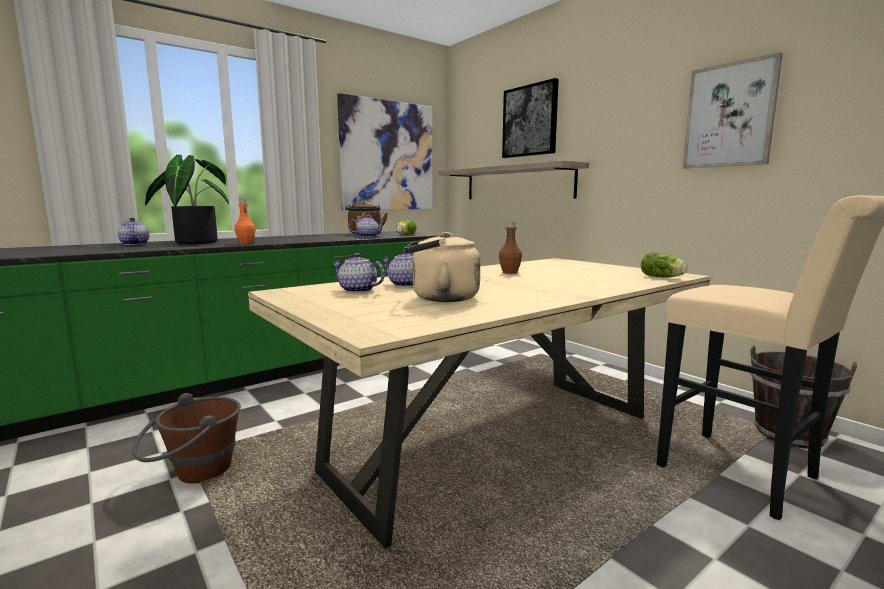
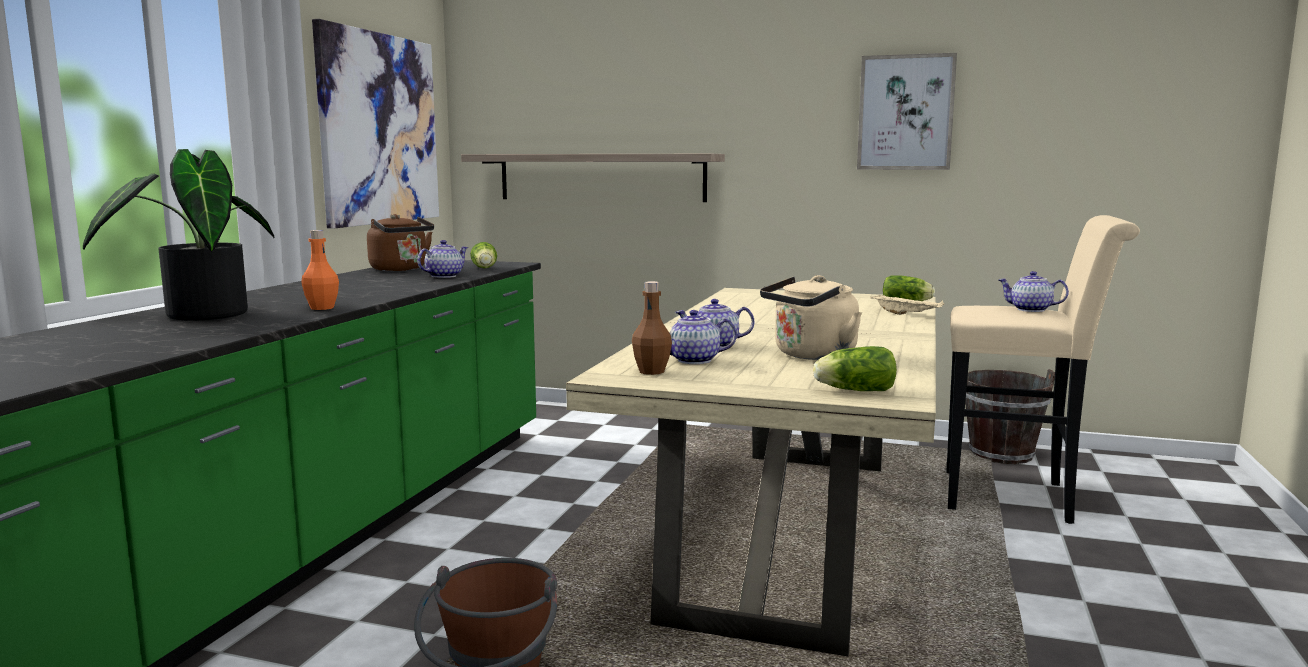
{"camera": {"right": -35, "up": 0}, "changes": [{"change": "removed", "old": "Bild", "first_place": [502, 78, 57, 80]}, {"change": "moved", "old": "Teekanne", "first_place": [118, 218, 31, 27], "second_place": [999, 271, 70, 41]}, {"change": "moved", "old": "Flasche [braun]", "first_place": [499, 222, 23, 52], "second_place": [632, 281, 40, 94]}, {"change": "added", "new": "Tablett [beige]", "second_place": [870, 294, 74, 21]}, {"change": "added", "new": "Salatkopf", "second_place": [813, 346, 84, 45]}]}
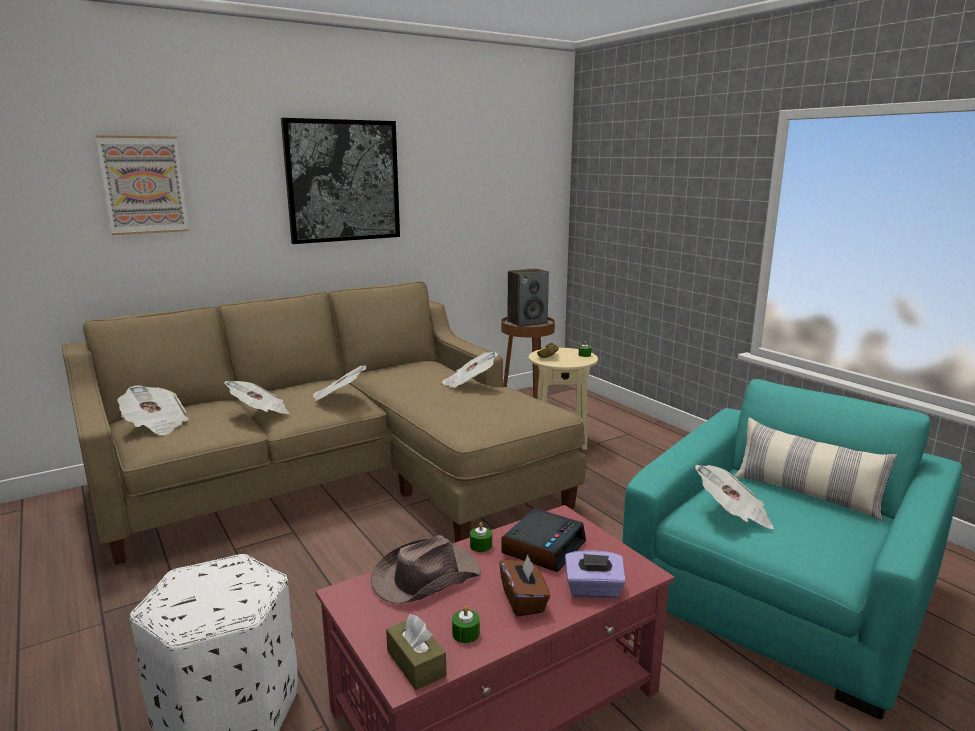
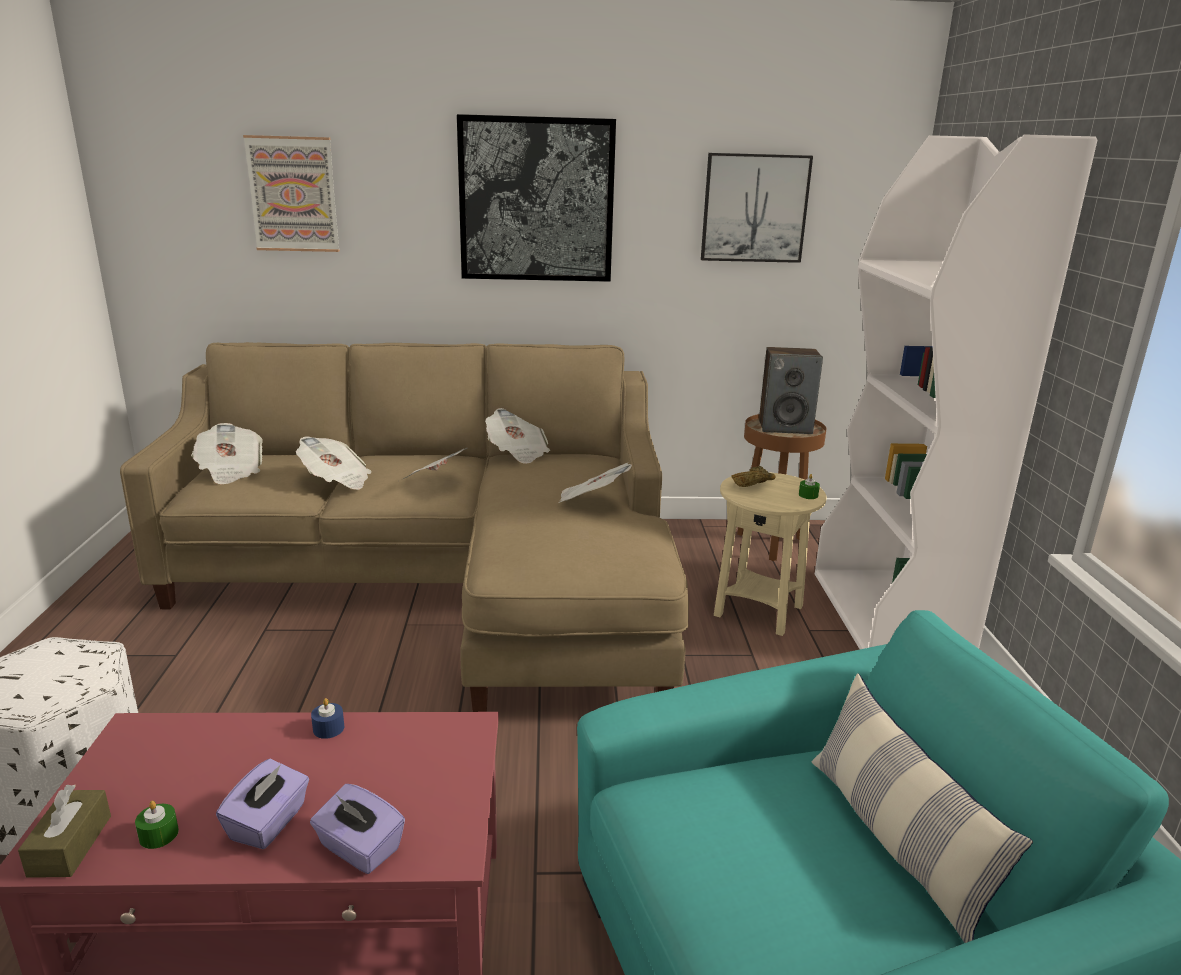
{"camera": {"right": 30, "up": 5}, "changes": [{"change": "moved", "old": "Zeitung", "first_place": [695, 465, 79, 64], "second_place": [485, 408, 65, 56]}, {"change": "removed", "old": "Wecker", "first_place": [502, 508, 84, 64]}, {"change": "recoloured", "old": "Kerze [grün]", "new": "Kerze [blau]", "first_place": [470, 522, 22, 30], "second_place": [311, 698, 33, 41]}, {"change": "removed", "old": "Hut [braun]", "first_place": [371, 535, 110, 69]}, {"change": "recoloured", "old": "Taschentuchbox [braun]", "new": "Taschentuchbox [lila]", "first_place": [499, 554, 51, 63], "second_place": [216, 759, 93, 90]}, {"change": "added", "new": "Bücherregal [weiß]", "second_place": [815, 134, 283, 515]}, {"change": "added", "new": "Bild", "second_place": [701, 153, 112, 110]}]}
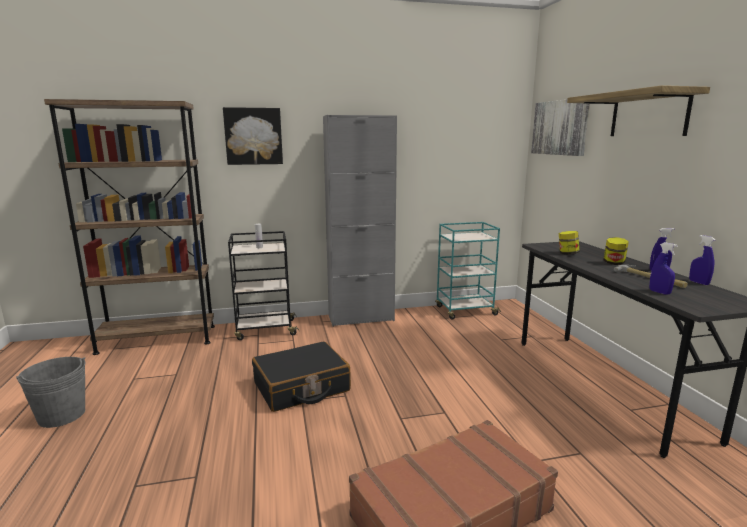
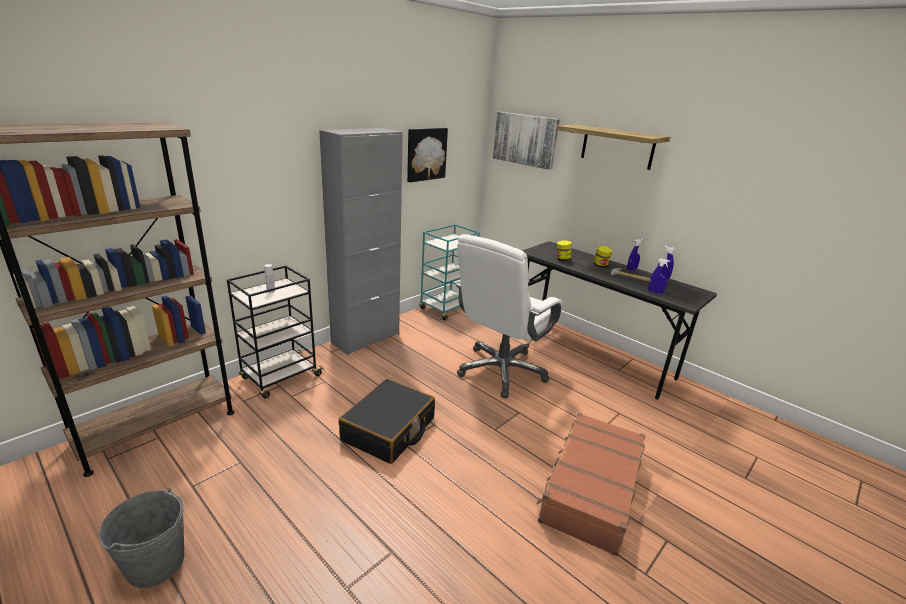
{"camera": {"right": -35, "up": 10}, "changes": [{"change": "moved", "old": "Bild", "first_place": [223, 107, 60, 58], "second_place": [407, 128, 41, 54]}, {"change": "added", "new": "Bürostuhl [weiß]", "second_place": [456, 234, 106, 164]}]}
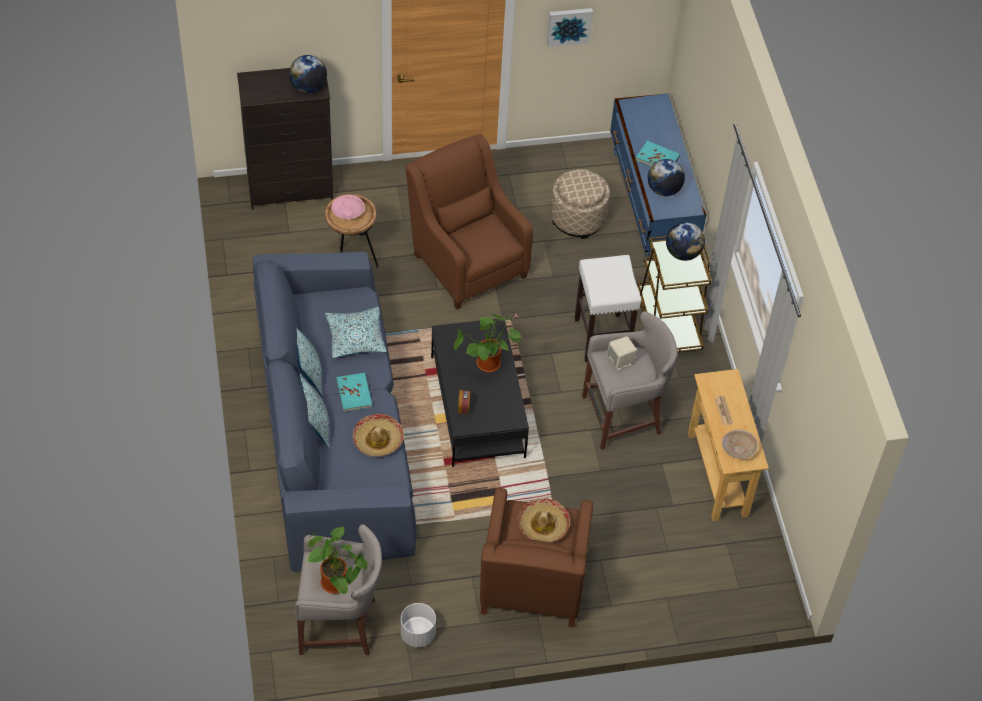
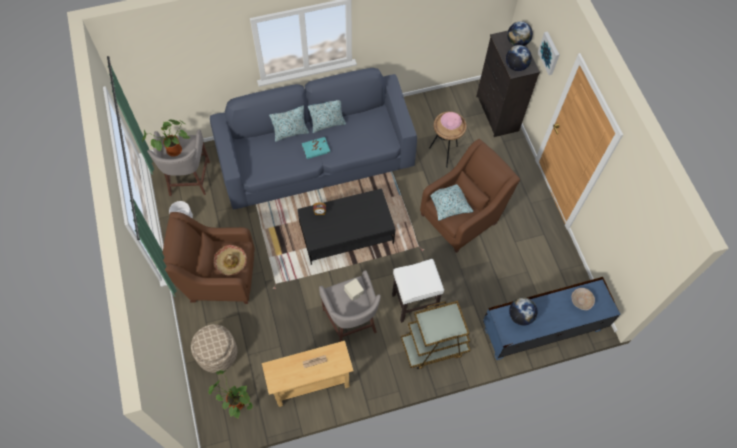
{"camera": {"right": 85, "up": 10}, "changes": [{"change": "moved", "old": "Bild", "first_place": [547, 8, 46, 39], "second_place": [538, 32, 21, 43]}, {"change": "removed", "old": "Buch [türkis]", "first_place": [636, 141, 44, 26]}, {"change": "moved", "old": "Polsterhocker [beige]", "first_place": [551, 169, 59, 70], "second_place": [191, 324, 47, 49]}, {"change": "moved", "old": "Globus", "first_place": [666, 222, 39, 39], "second_place": [507, 21, 26, 25]}, {"change": "moved", "old": "Kissen", "first_place": [325, 307, 62, 51], "second_place": [430, 184, 44, 37]}, {"change": "moved", "old": "Topfpflanze", "first_place": [454, 314, 68, 58], "second_place": [208, 370, 45, 48]}, {"change": "removed", "old": "Hut", "first_place": [353, 414, 51, 43]}, {"change": "moved", "old": "Schüssel [beige]", "first_place": [722, 430, 37, 29], "second_place": [571, 288, 24, 22]}]}
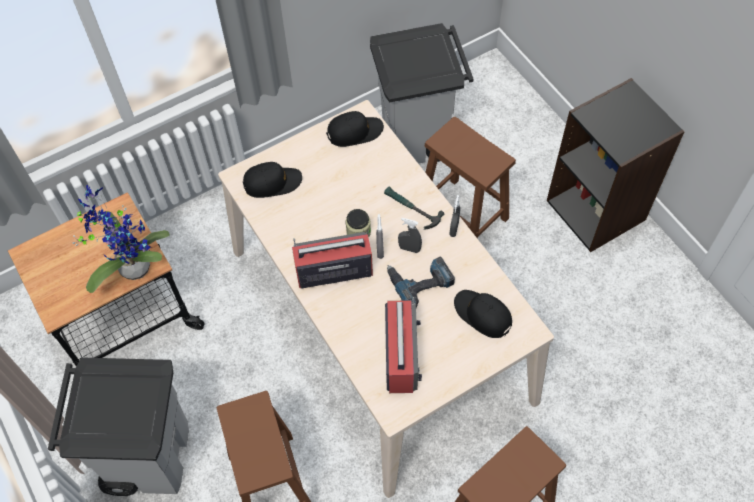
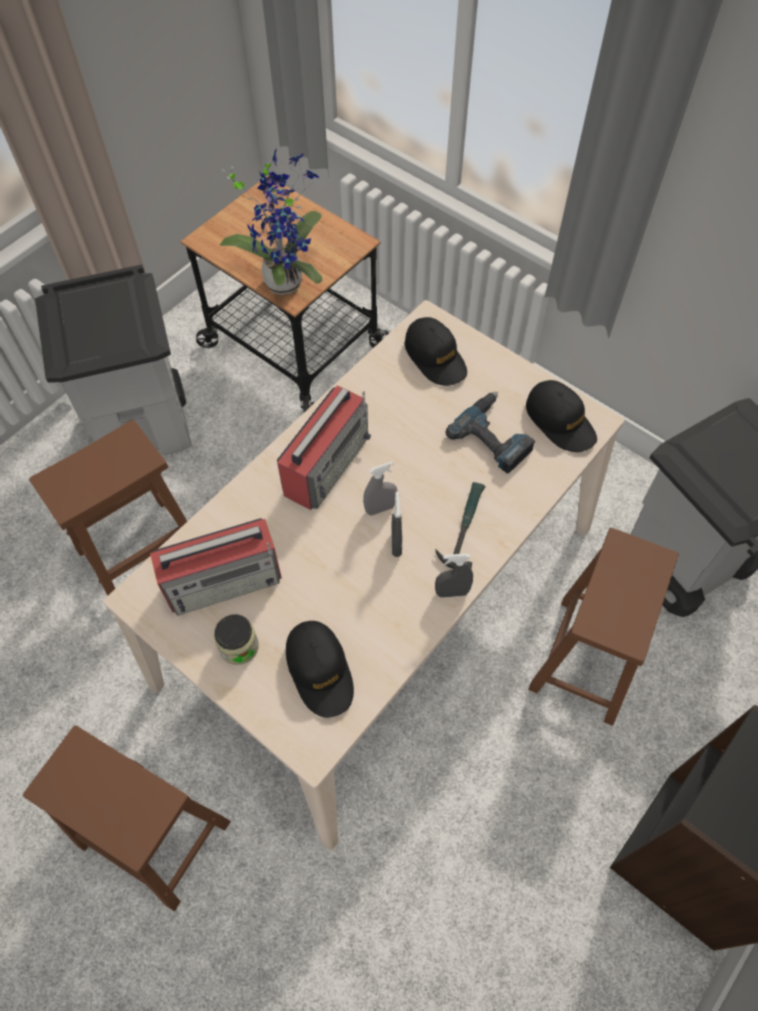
{"camera": {"right": 70, "up": 0}, "changes": [{"change": "moved", "old": "Vorratsglas", "first_place": [346, 209, 25, 29], "second_place": [214, 614, 45, 51]}, {"change": "turned", "old": "Radio", "first_place": [292, 232, 81, 56], "second_place": [277, 385, 94, 125], "degrees": 60}, {"change": "moved", "old": "Bohrmaschine", "first_place": [387, 256, 68, 52], "second_place": [446, 392, 89, 82]}, {"change": "turned", "old": "Kappe [schwarz]", "first_place": [454, 290, 58, 48], "second_place": [286, 621, 68, 97], "degrees": 135}]}
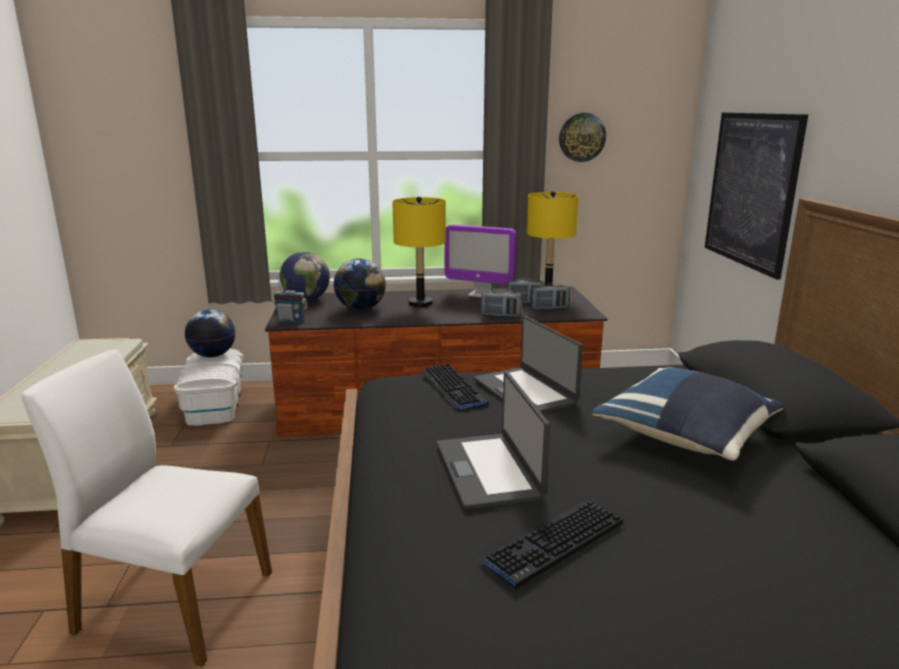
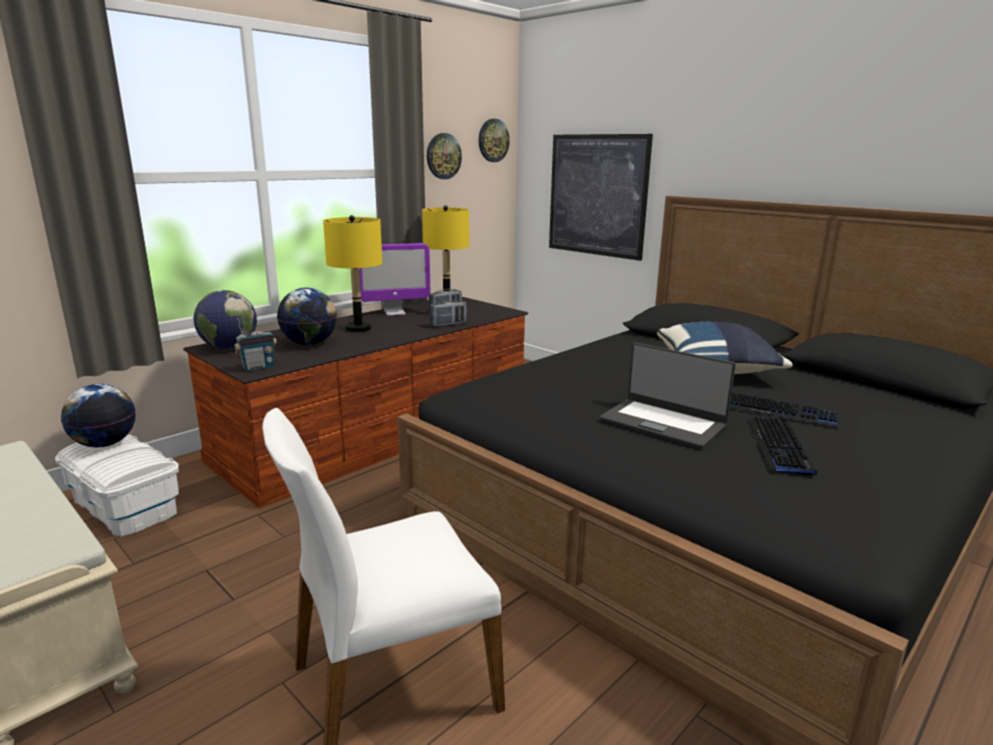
{"camera": {"right": -40, "up": 0}, "changes": [{"change": "removed", "old": "Radio", "first_place": [530, 283, 39, 27]}, {"change": "removed", "old": "Laptop", "first_place": [474, 316, 109, 97]}, {"change": "moved", "old": "Tastatur", "first_place": [420, 363, 69, 47], "second_place": [730, 392, 111, 36]}, {"change": "added", "new": "Wanduhr", "second_place": [479, 119, 31, 43]}]}
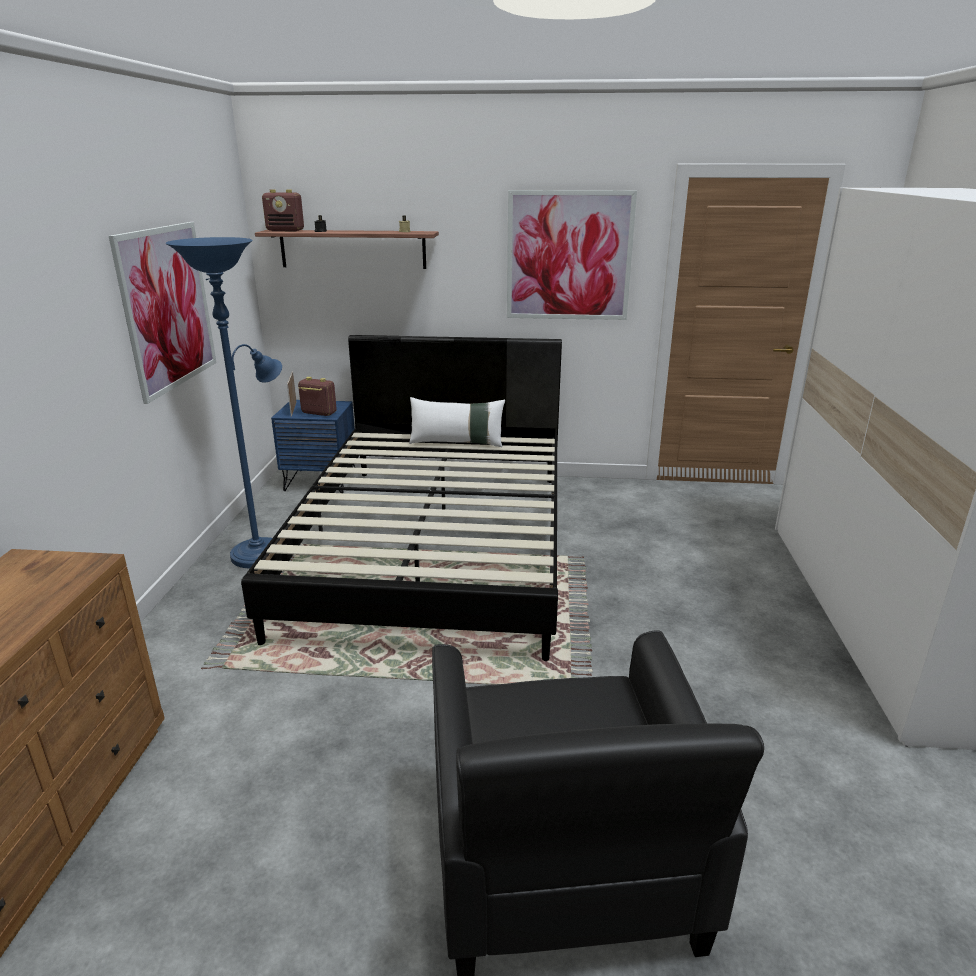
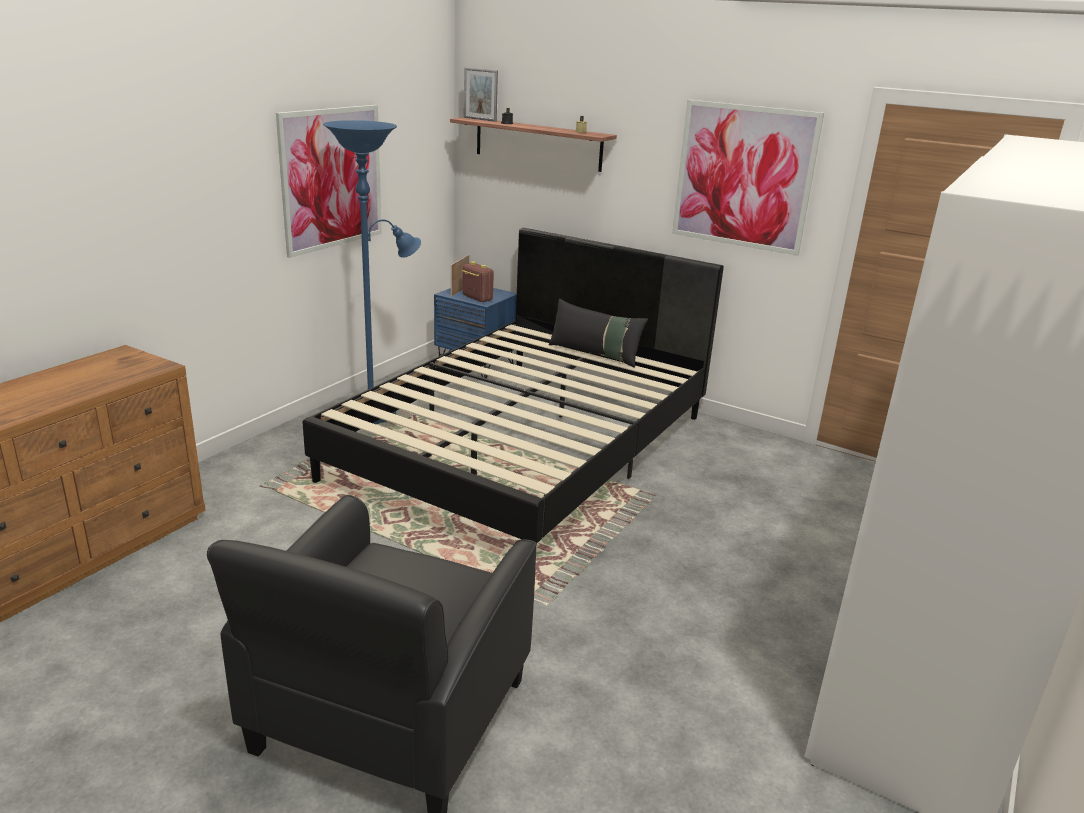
{"camera": {"right": 25, "up": 0}, "changes": [{"change": "replaced", "old": "Radio", "new": "Bilderrahmen", "first_place": [262, 189, 42, 42], "second_place": [464, 68, 34, 54]}, {"change": "recoloured", "old": "Kissen [weiß]", "new": "Kissen [schwarz]", "first_place": [409, 397, 96, 50], "second_place": [549, 299, 99, 69]}]}
